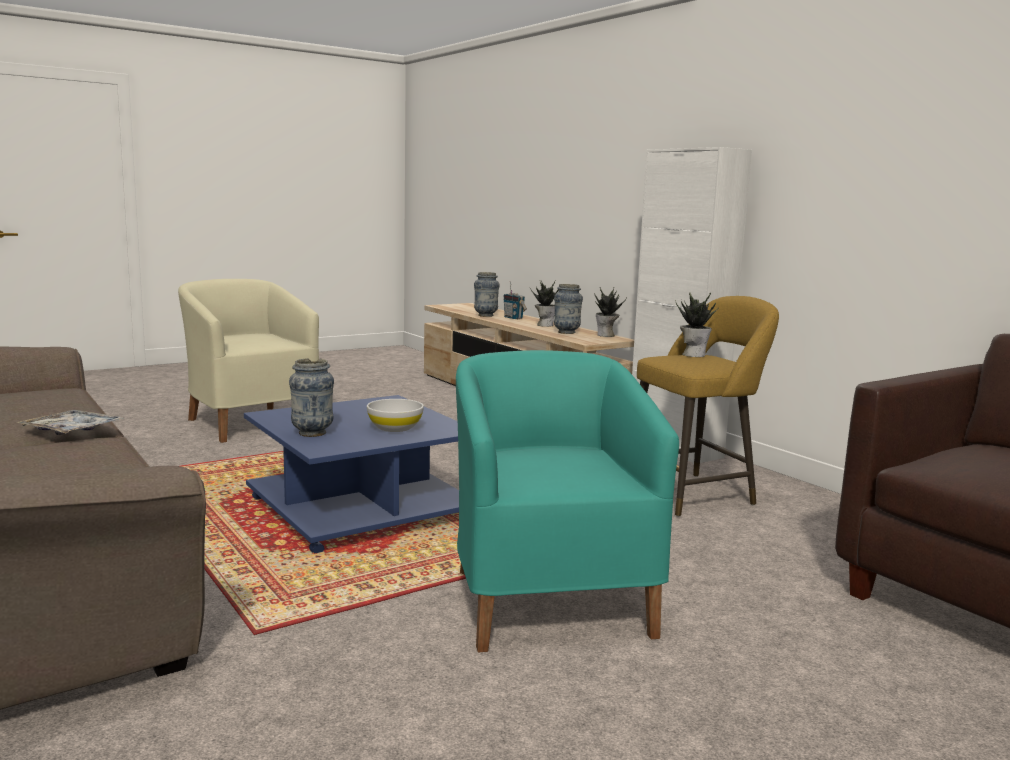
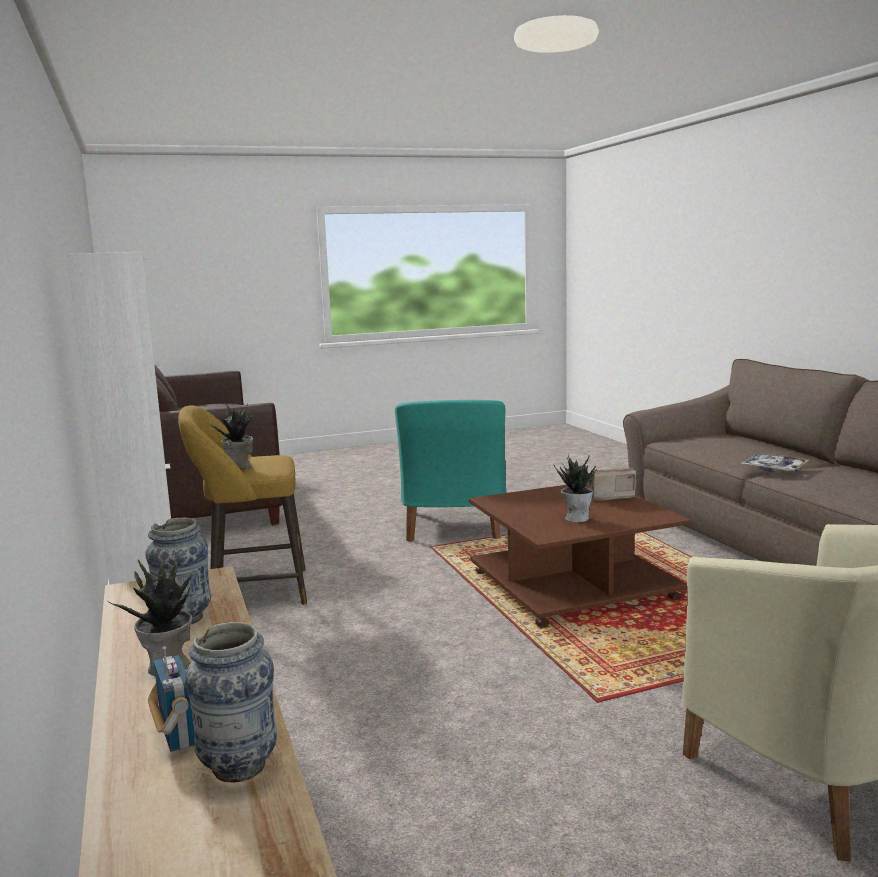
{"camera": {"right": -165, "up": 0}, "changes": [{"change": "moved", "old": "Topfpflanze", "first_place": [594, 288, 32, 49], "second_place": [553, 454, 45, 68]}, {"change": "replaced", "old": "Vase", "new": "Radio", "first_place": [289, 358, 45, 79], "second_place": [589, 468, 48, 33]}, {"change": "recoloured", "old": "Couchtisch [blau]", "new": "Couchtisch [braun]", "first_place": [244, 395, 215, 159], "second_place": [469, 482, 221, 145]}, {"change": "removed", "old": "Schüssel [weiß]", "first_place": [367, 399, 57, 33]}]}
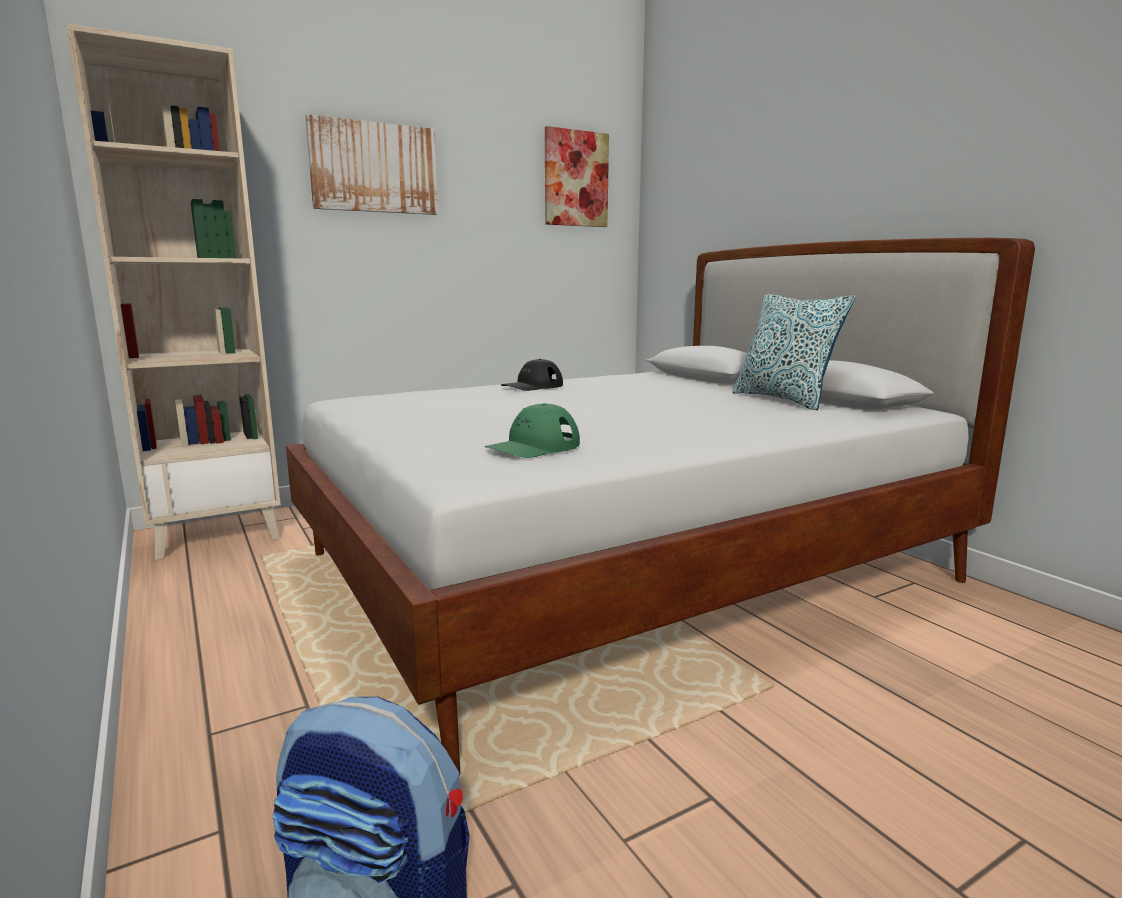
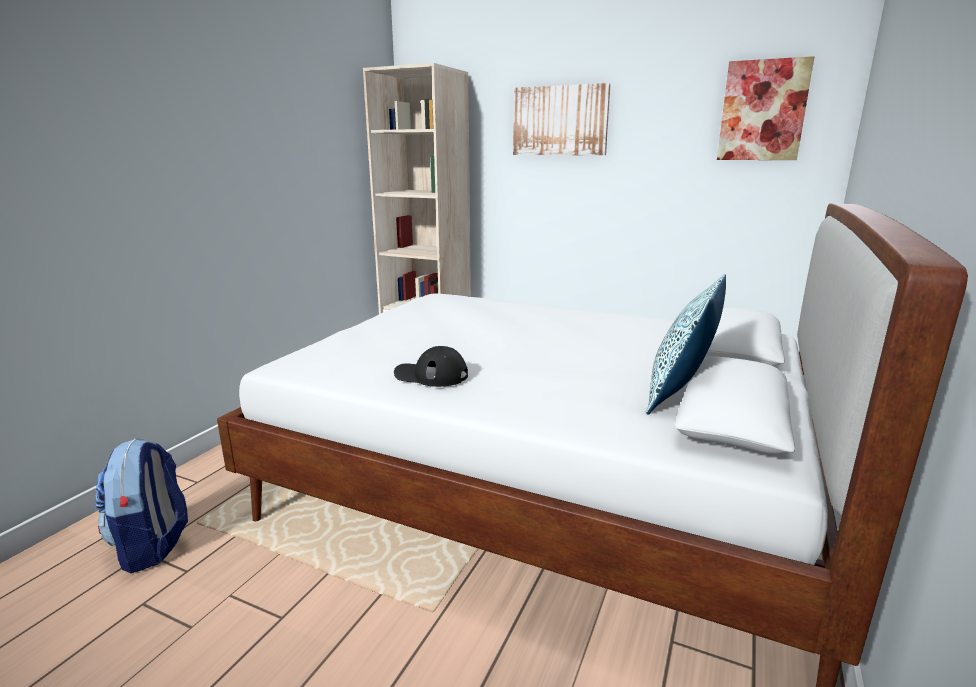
{"camera": {"right": 55, "up": 5}, "changes": [{"change": "moved", "old": "Kappe [schwarz]", "first_place": [501, 359, 62, 32], "second_place": [394, 346, 74, 41]}, {"change": "removed", "old": "Kappe [grün]", "first_place": [485, 403, 95, 55]}]}
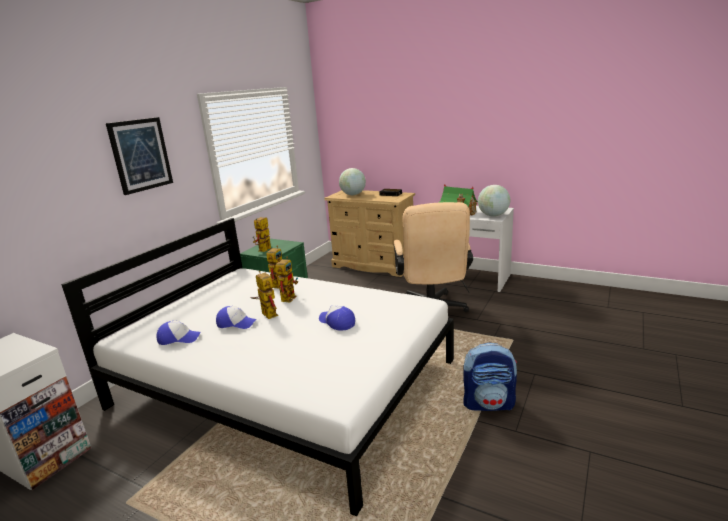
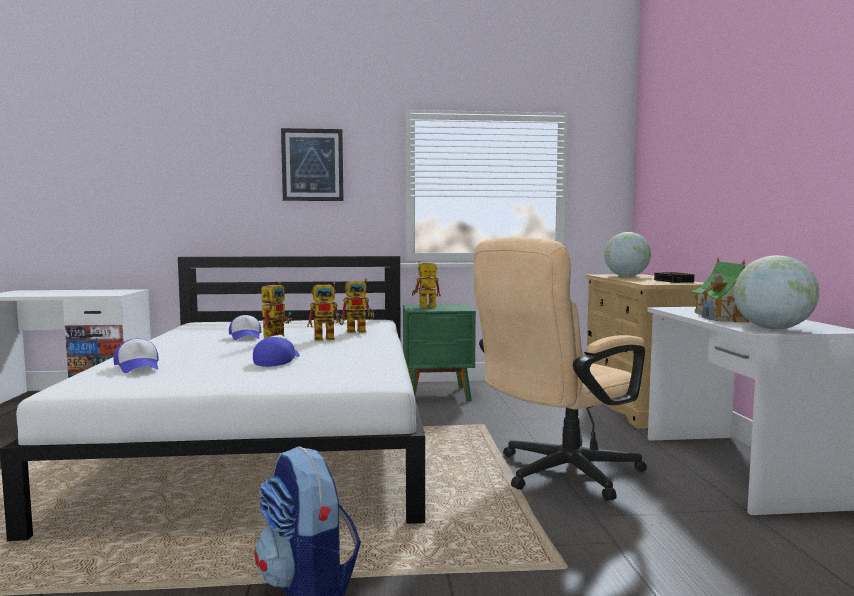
{"camera": {"right": 55, "up": -15}, "changes": [{"change": "moved", "old": "Kappe", "first_place": [156, 321, 45, 24], "second_place": [113, 338, 46, 35]}]}
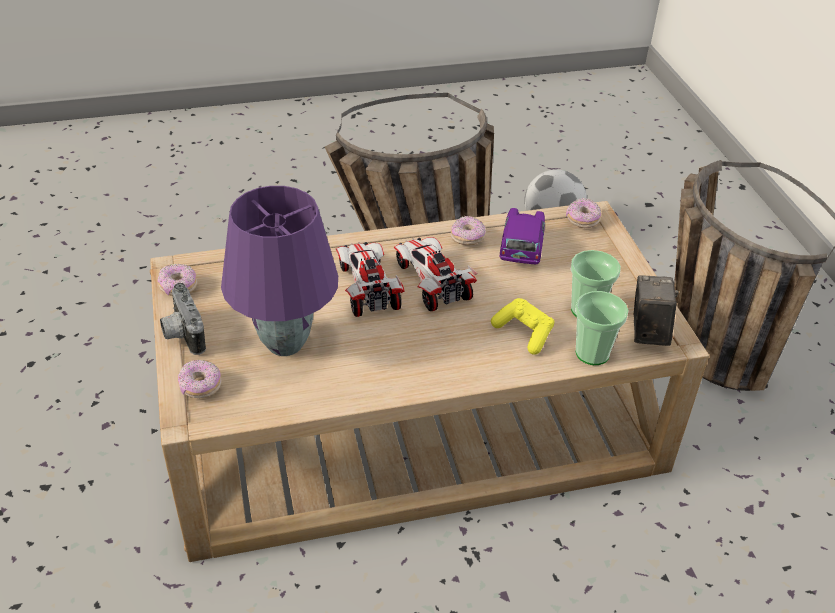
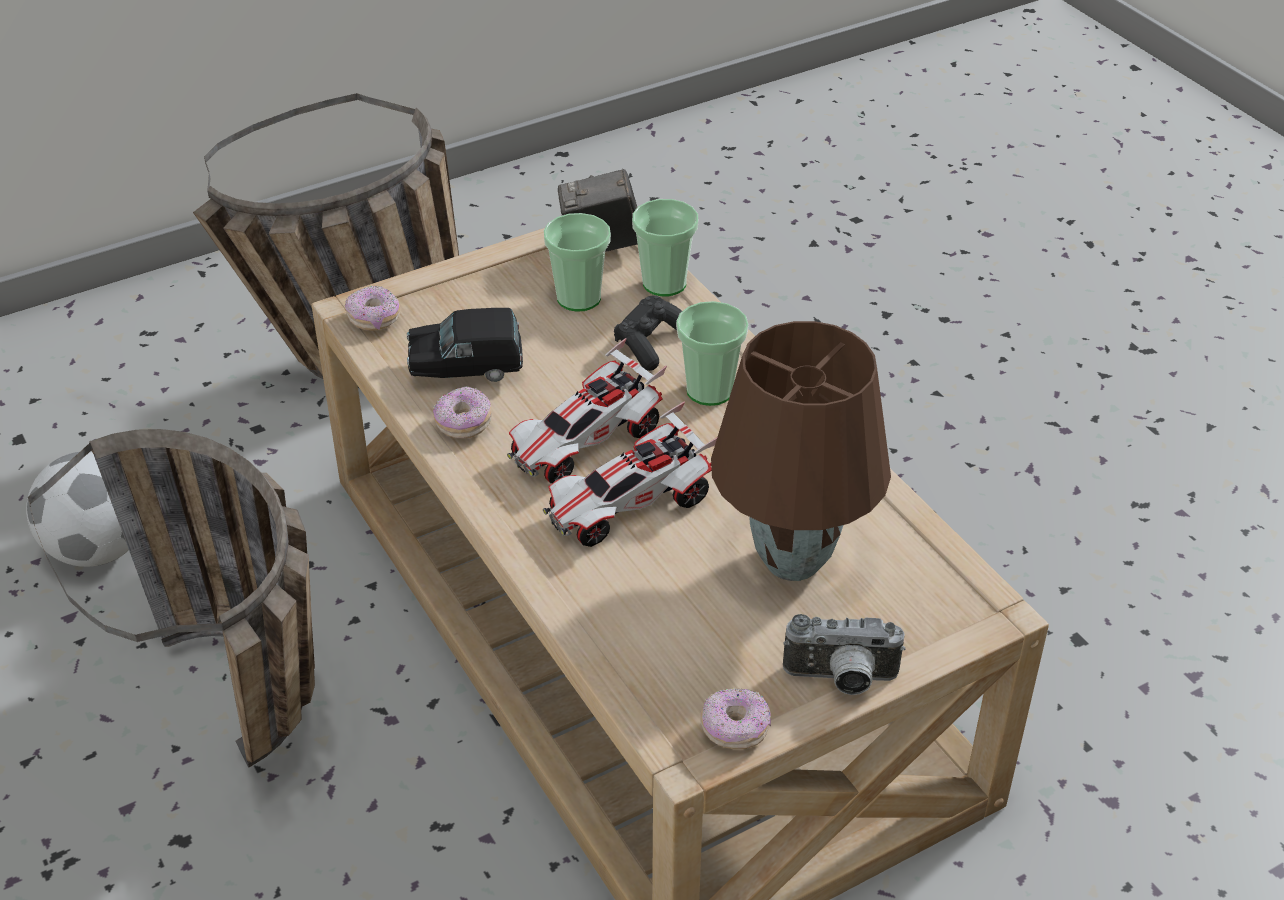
{"camera": {"right": -105, "up": 0}, "changes": [{"change": "recoloured", "old": "Tischlampe [lila]", "new": "Tischlampe [braun]", "first_place": [221, 186, 117, 170], "second_place": [711, 321, 180, 260]}, {"change": "recoloured", "old": "Spielzeugauto [lila]", "new": "Spielzeugauto [schwarz]", "first_place": [499, 208, 46, 57], "second_place": [407, 308, 116, 74]}, {"change": "turned", "old": "Kamera", "first_place": [160, 283, 46, 72], "second_place": [783, 614, 123, 81], "degrees": 45}, {"change": "recoloured", "old": "Gamepad [gelb]", "new": "Gamepad [schwarz]", "first_place": [491, 298, 64, 57], "second_place": [614, 296, 68, 75]}, {"change": "removed", "old": "Donut", "first_place": [178, 360, 43, 38]}, {"change": "added", "new": "Tasse", "second_place": [676, 301, 73, 105]}]}
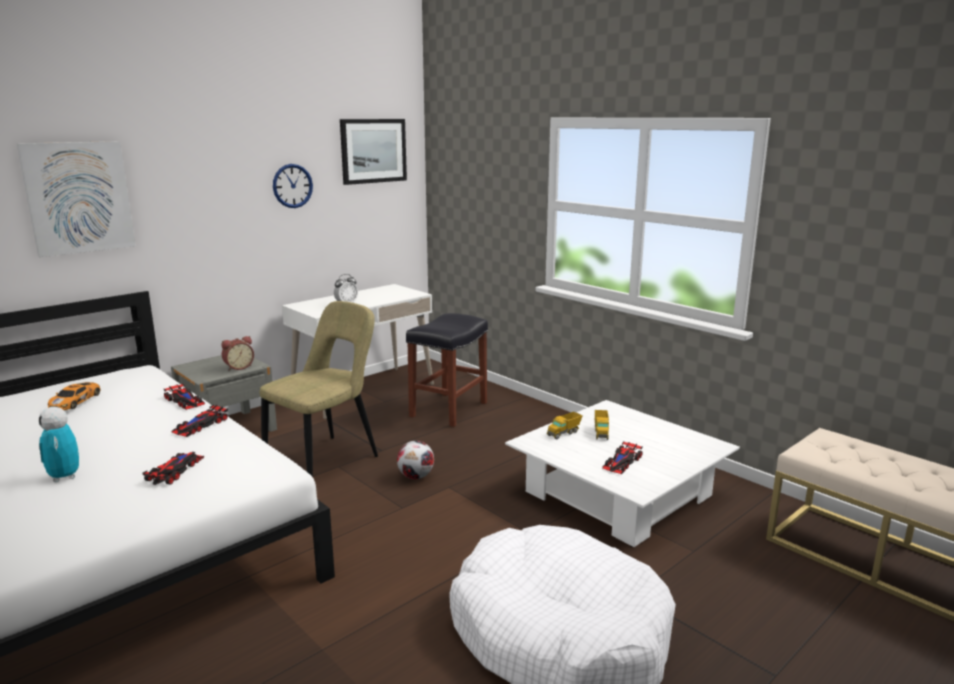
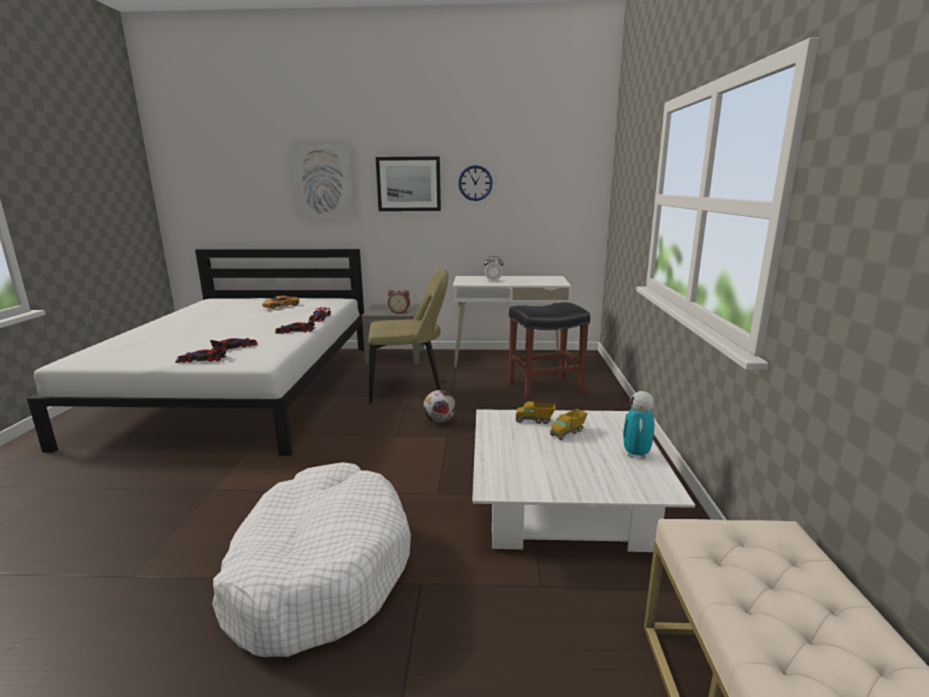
{"camera": {"right": 45, "up": 0}, "changes": [{"change": "moved", "old": "Bild", "first_place": [340, 119, 67, 66], "second_place": [376, 156, 65, 55]}, {"change": "moved", "old": "Spielzeugroboter", "first_place": [39, 407, 40, 75], "second_place": [623, 391, 32, 68]}, {"change": "moved", "old": "Spielzeugauto", "first_place": [602, 442, 41, 32], "second_place": [175, 347, 52, 16]}]}
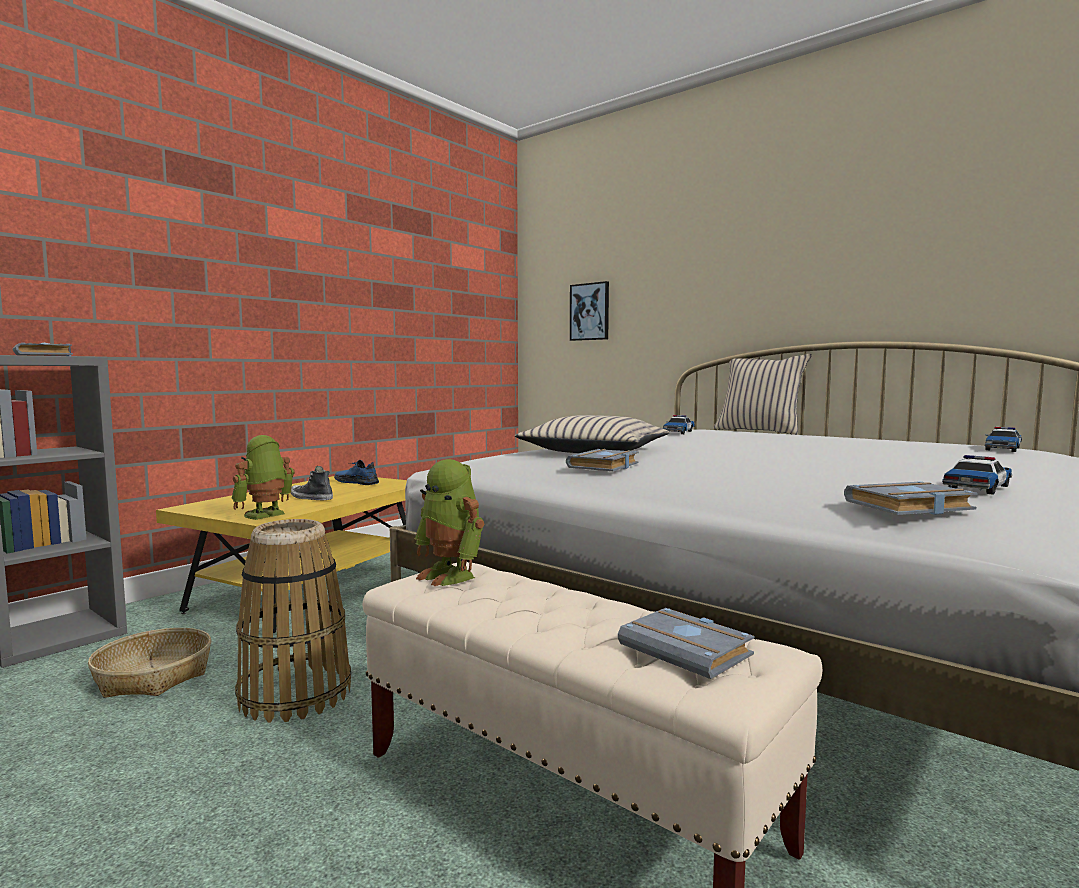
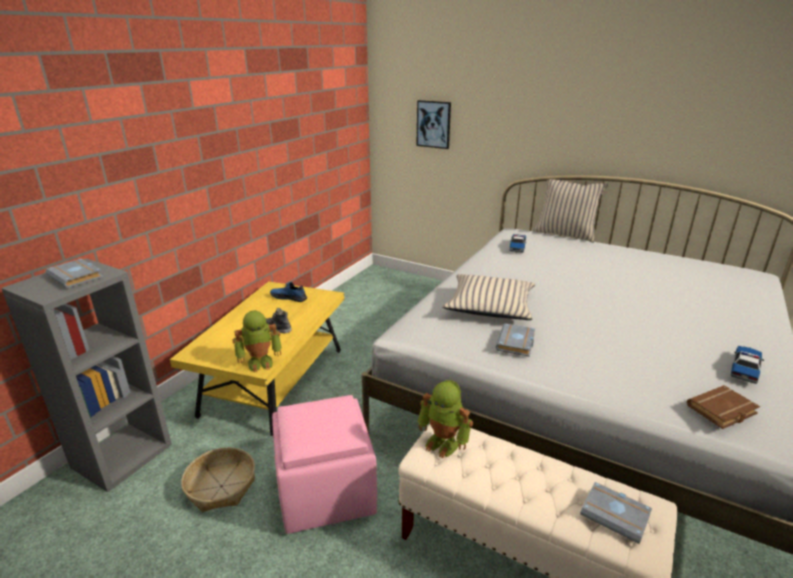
{"camera": {"right": -10, "up": 20}, "changes": [{"change": "removed", "old": "Spielzeugauto", "first_place": [985, 427, 37, 25]}, {"change": "turned", "old": "Spielzeugroboter", "first_place": [231, 435, 64, 85], "second_place": [232, 310, 49, 63], "degrees": -135}, {"change": "recoloured", "old": "Buch [grau]", "new": "Buch [braun]", "first_place": [844, 481, 133, 34], "second_place": [687, 385, 73, 44]}, {"change": "replaced", "old": "Korb", "new": "Polsterhocker [rosa]", "first_place": [235, 519, 116, 204], "second_place": [272, 395, 105, 139]}]}
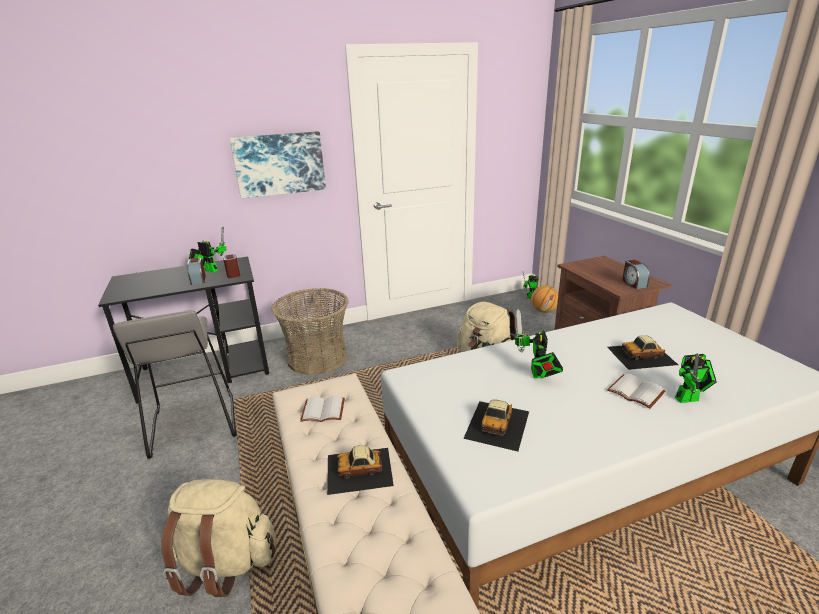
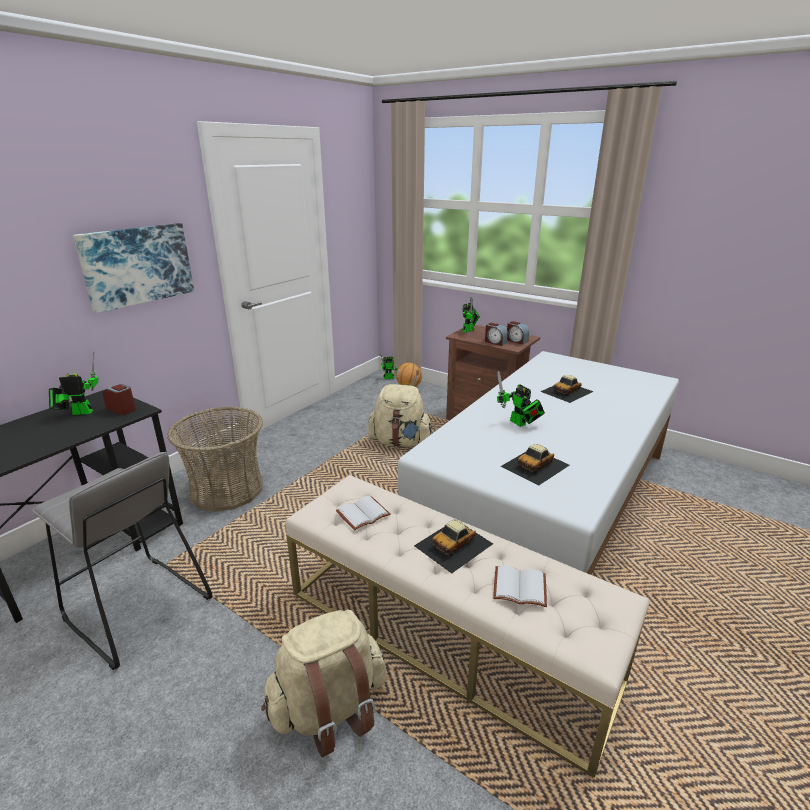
{"camera": {"right": -35, "up": 0}, "changes": [{"change": "moved", "old": "Wecker", "first_place": [187, 258, 19, 27], "second_place": [485, 323, 23, 23]}, {"change": "moved", "old": "Spielzeugroboter", "first_place": [675, 353, 42, 50], "second_place": [462, 297, 18, 36]}, {"change": "moved", "old": "Buch [weiß]", "first_place": [607, 374, 58, 34], "second_place": [493, 565, 54, 42]}, {"change": "turned", "old": "Spielzeugauto", "first_place": [463, 400, 66, 51], "second_place": [501, 444, 68, 42], "degrees": 60}]}
